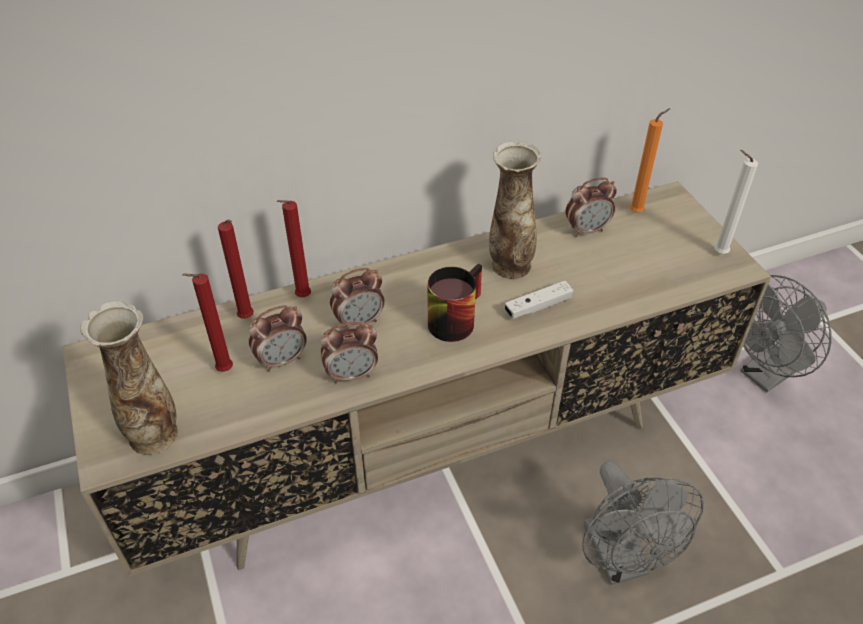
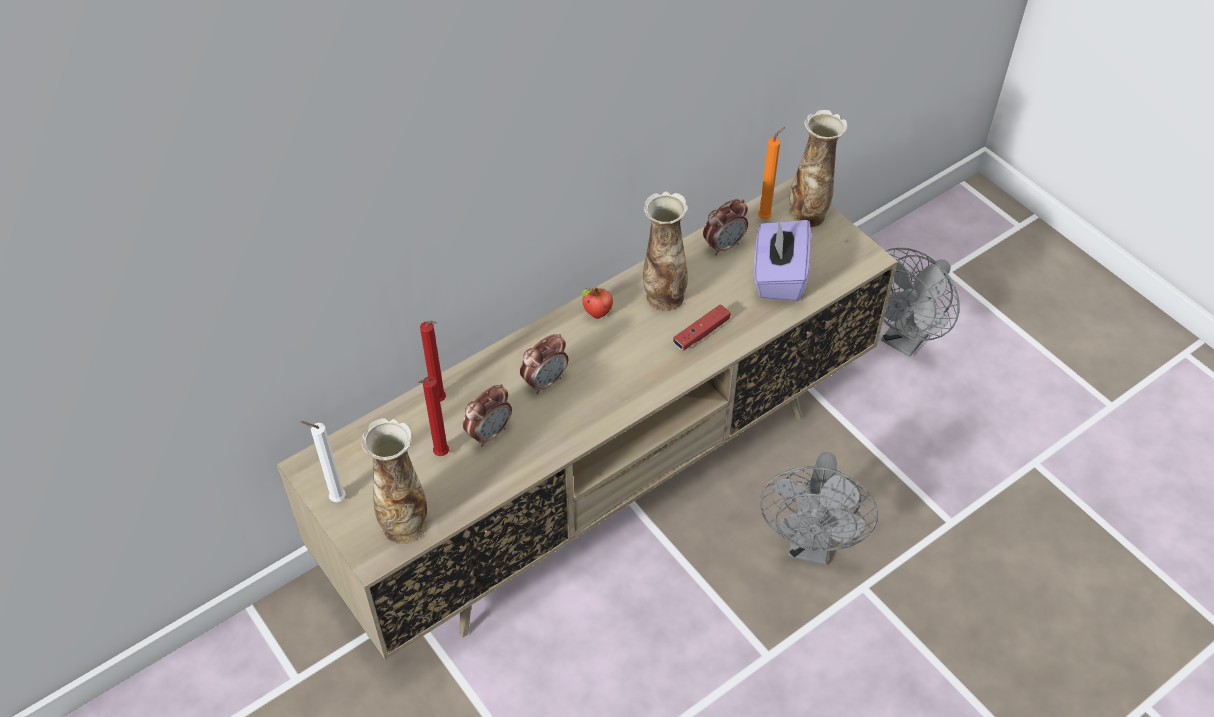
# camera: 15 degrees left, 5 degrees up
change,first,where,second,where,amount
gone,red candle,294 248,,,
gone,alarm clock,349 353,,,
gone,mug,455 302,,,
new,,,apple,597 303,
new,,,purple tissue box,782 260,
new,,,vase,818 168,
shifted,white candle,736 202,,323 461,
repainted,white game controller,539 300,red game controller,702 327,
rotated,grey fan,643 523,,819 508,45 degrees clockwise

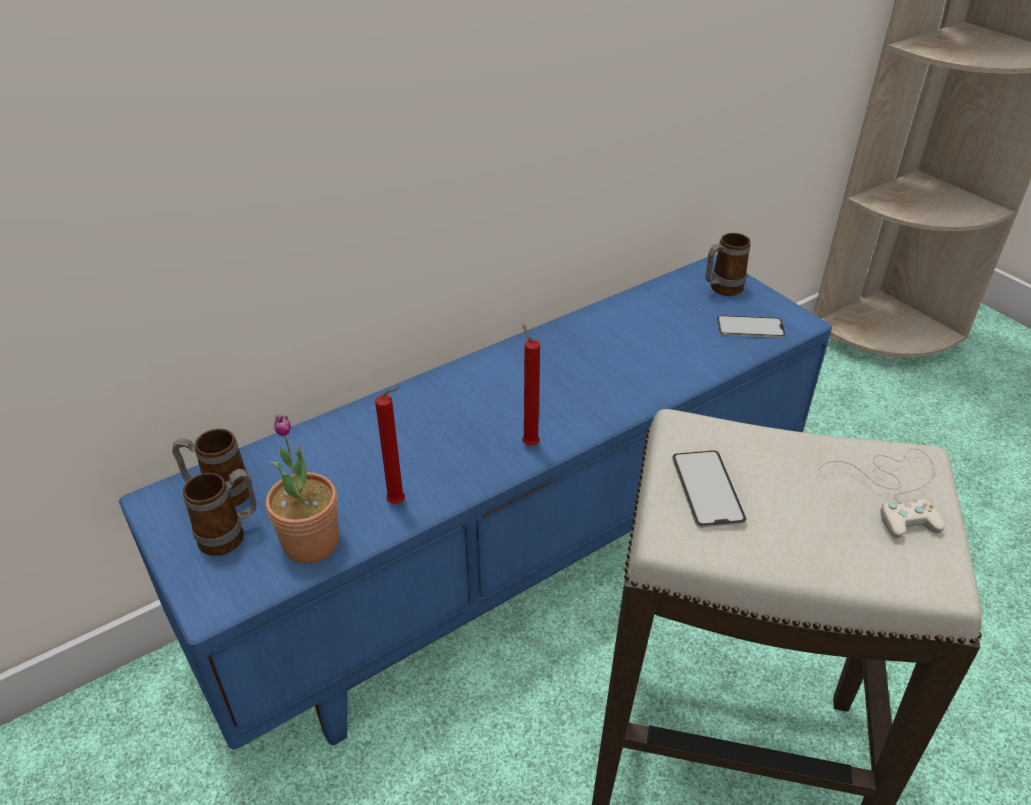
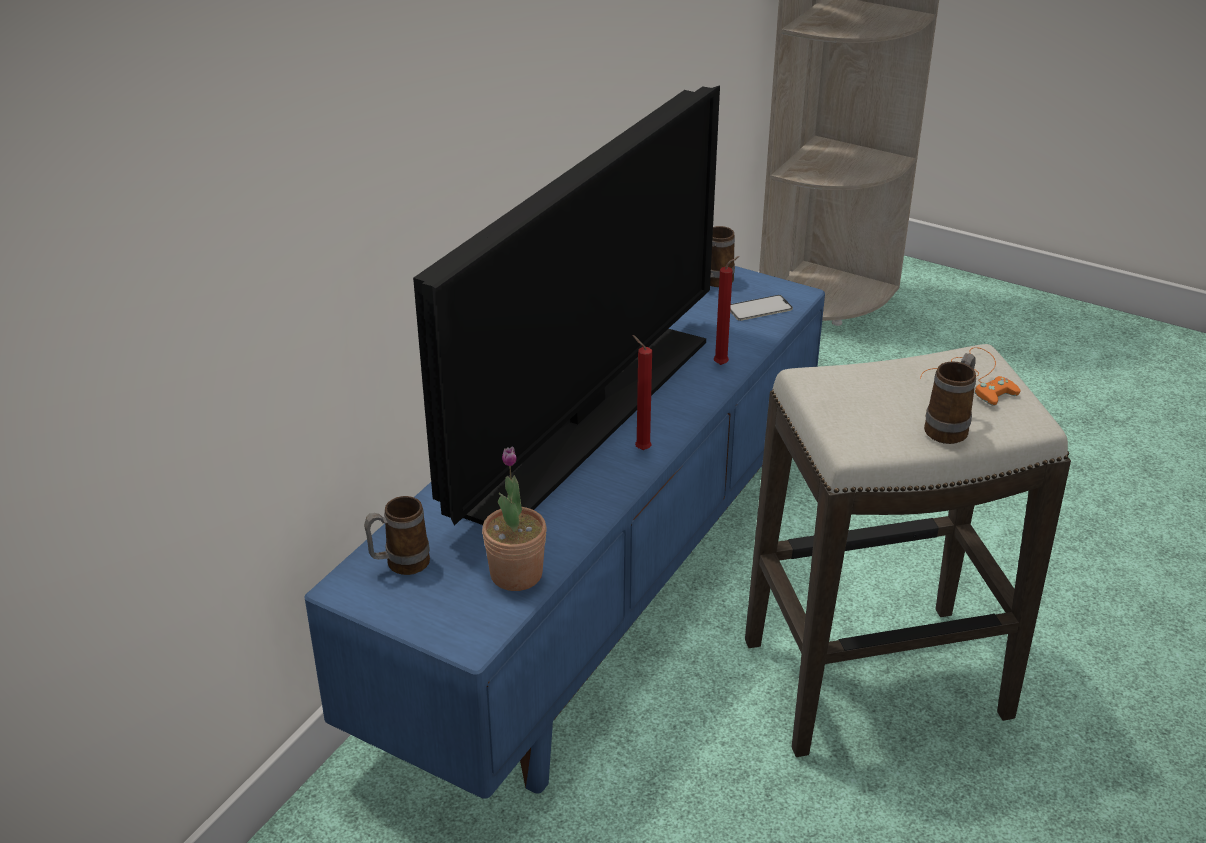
# camera: 25 degrees left, 5 degrees down
change,first,where,second,where,amount
gone,phone,709 489,,,
new,,,television,566 306,
shifted,mug,220 512,,950 398,
shifted,red candle,390 445,,726 310,
repainted,white game controller,881 493,orange game controller,970 376,

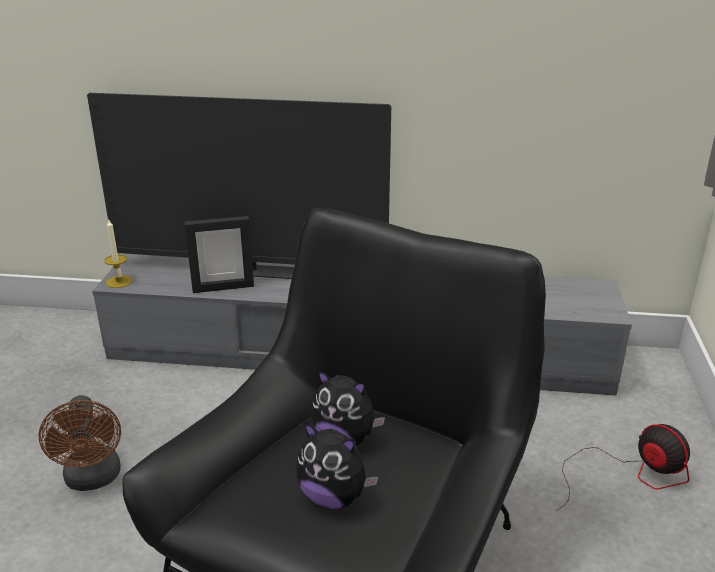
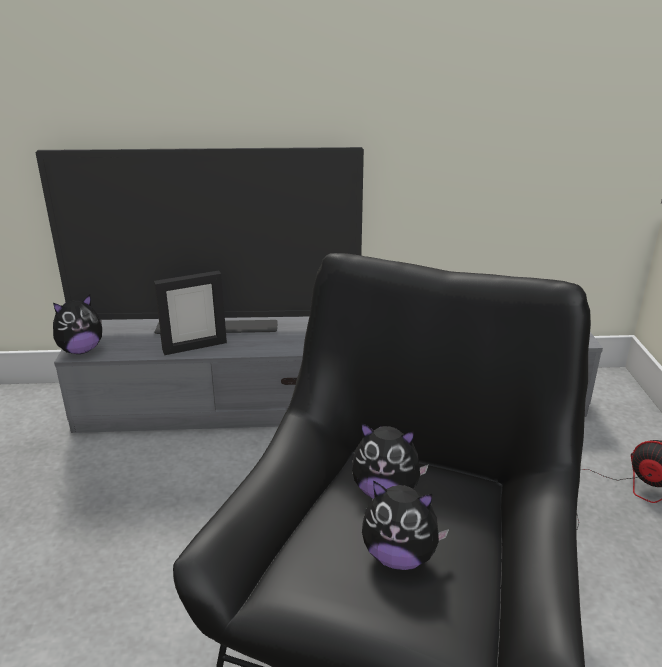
# camera: 10 degrees left, 0 degrees up
change,first,where,second,where,amount
gone,brown fan,79 443,,,
swapped,candle,118 254,plush toy,77 324,

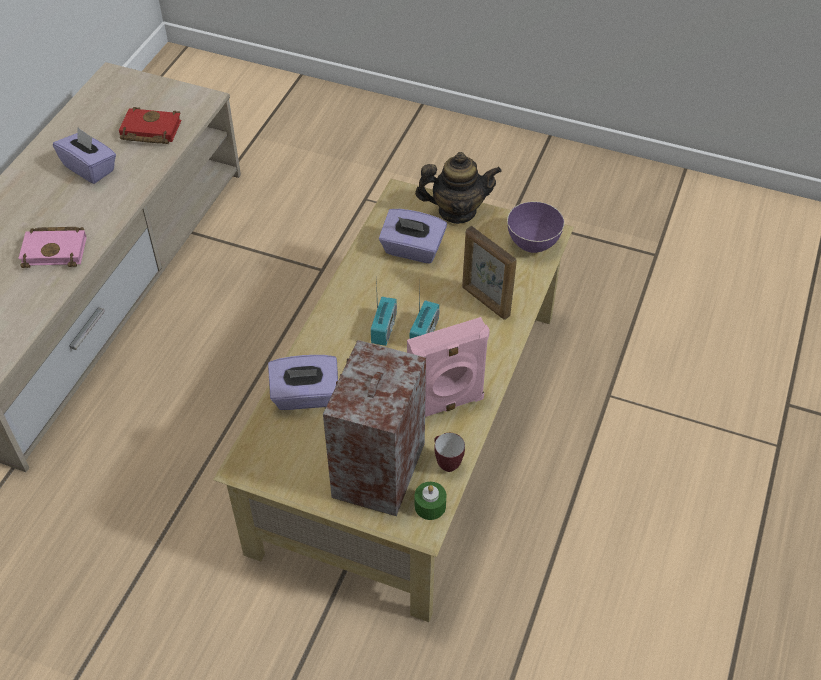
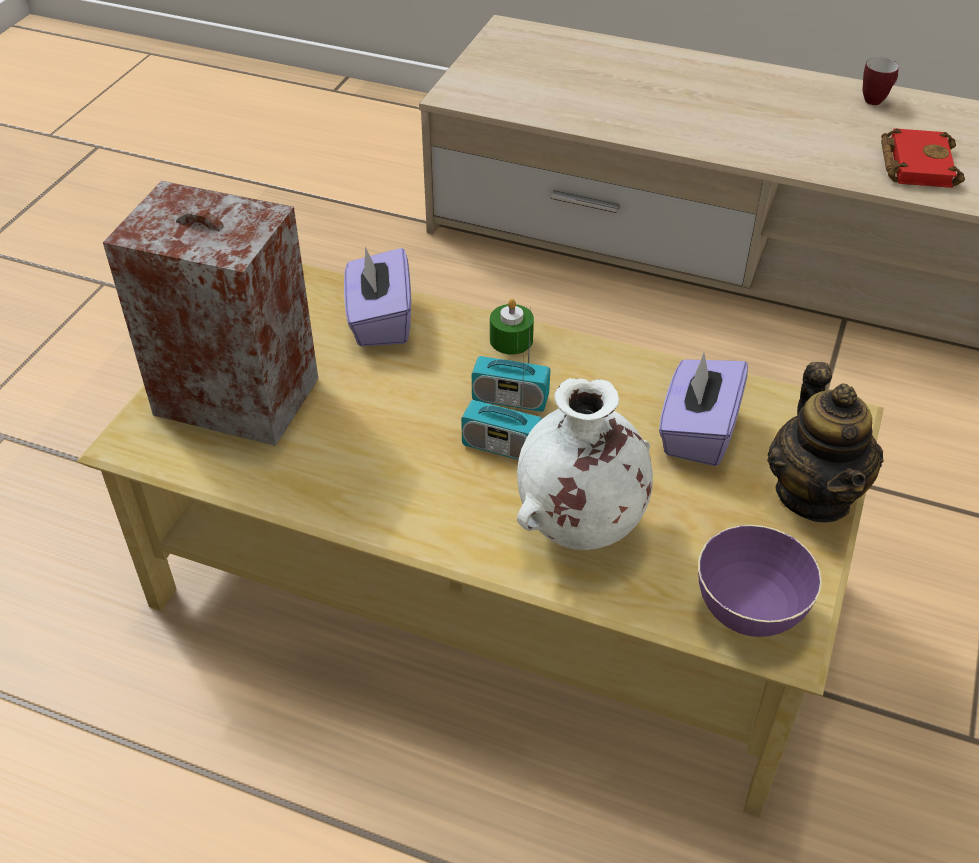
# camera: 90 degrees right, 5 degrees down
change,first,where,second,where,amount
gone,pink book,52 247,,,
gone,purple tissue box,84 156,,,
gone,pink speaker,448 367,,,
shifted,green candle,430 501,,512 326,
shifted,mug,449 452,,881 81,
swapped,picture frame,489 273,white vase,585 464,

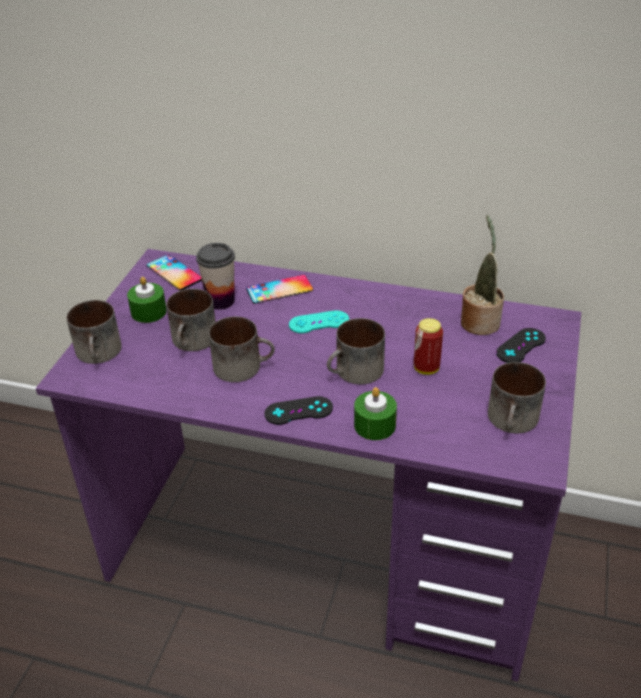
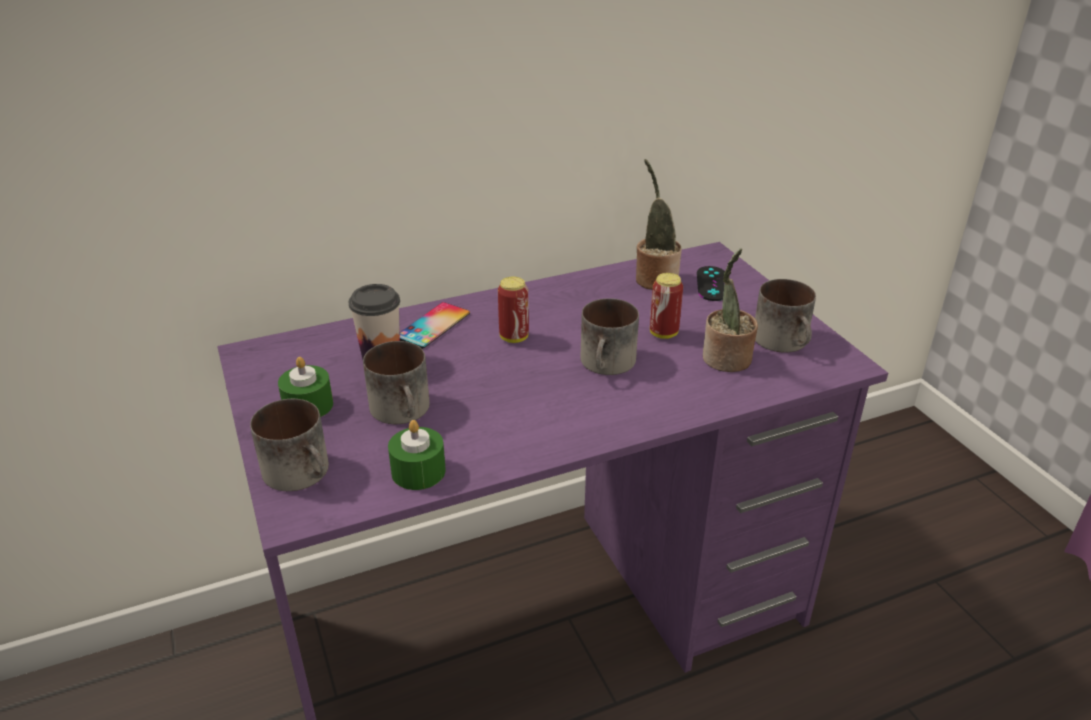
# camera: 40 degrees left, 5 degrees down
change,first,where,second,where,amount
gone,phone,174 272,,,
gone,mug,242 349,,,
gone,black game controller,298 410,,,
new,,,potted plant,730 310,
shifted,green candle,375 413,,417 455,
swapped,turquoise game controller,319 321,can,513 310,

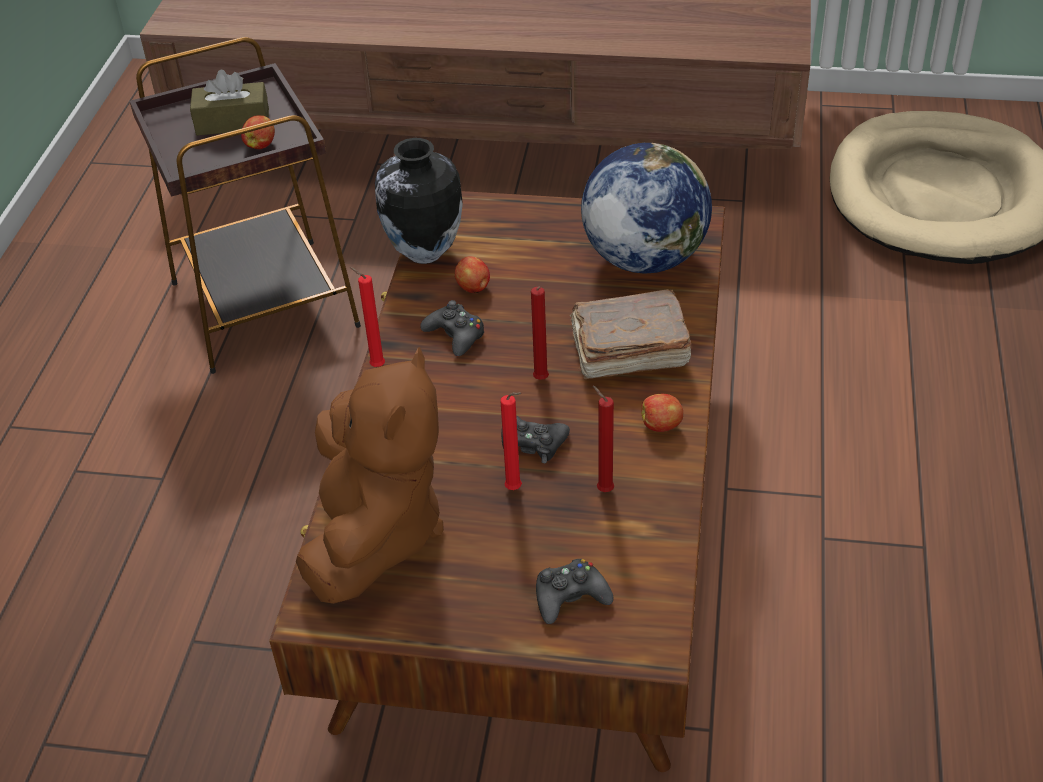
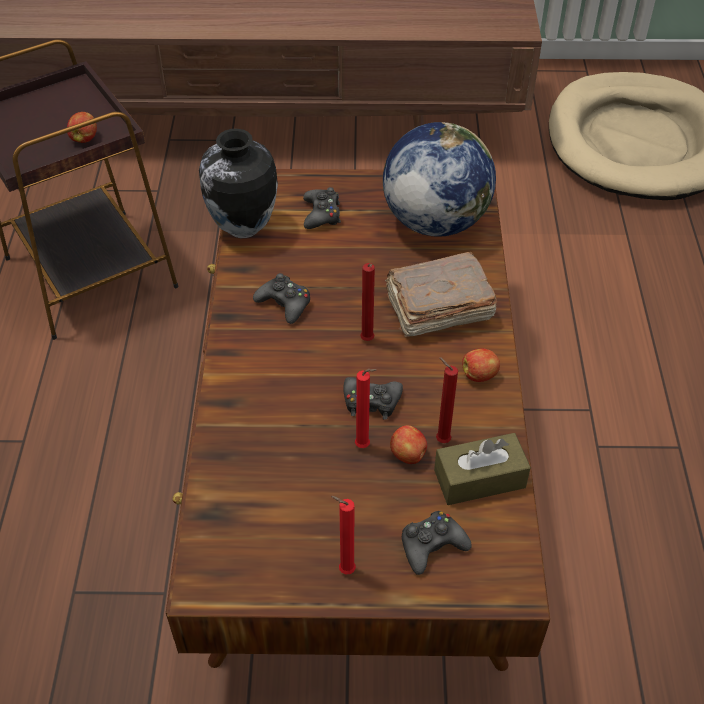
# camera: 10 degrees left, 5 degrees up
change,first,where,second,where,amount
gone,brown plush toy,370 475,,,
new,,,black game controller,322 208,
shifted,brown tissue box,229 102,,482 469,
shifted,red candle,367 317,,343 535,
shifted,apple,472 274,,408 444,

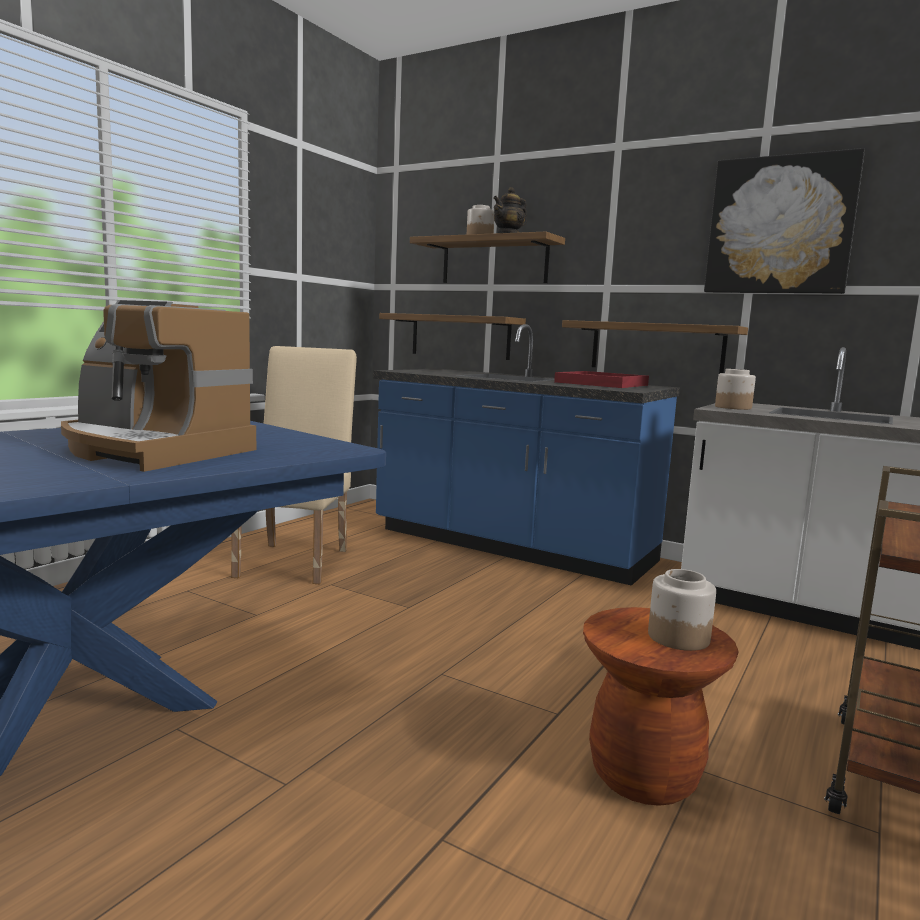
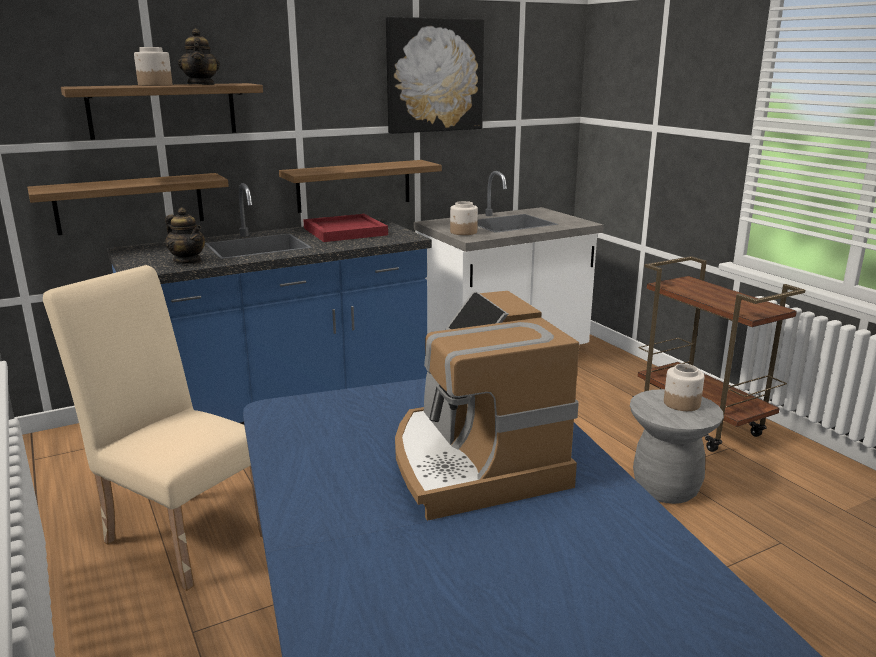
# camera: 60 degrees left, 10 degrees up
change,first,where,second,where,amount
new,,,teapot,185 236,
repainted,brown stool,661 706,grey stool,677 446,
rotated,coffee machine,158 386,,487 406,105 degrees clockwise

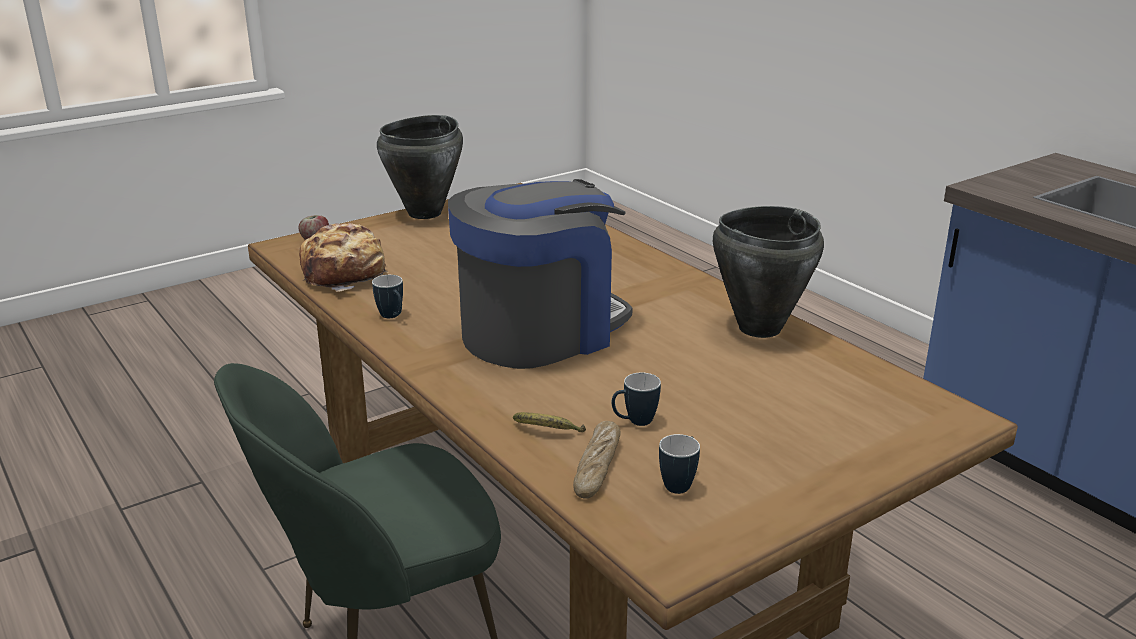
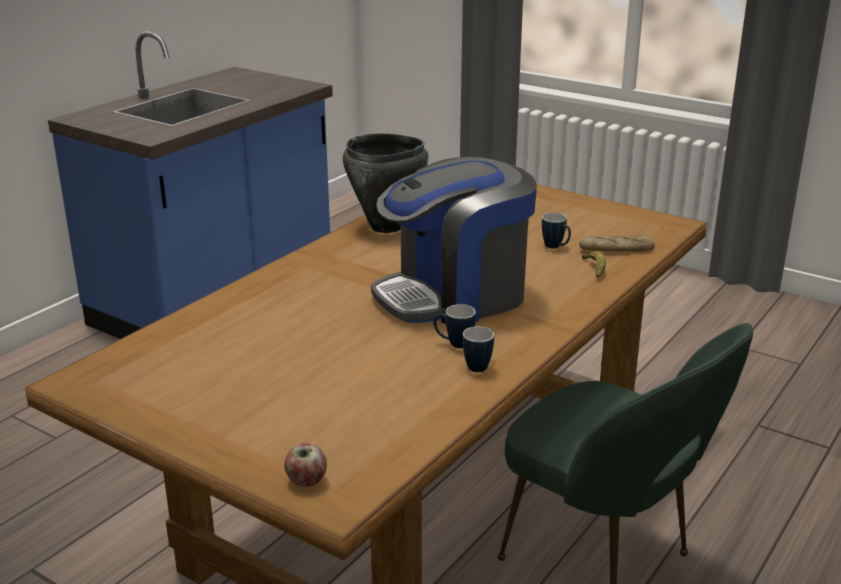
# camera: 110 degrees left, 0 degrees up
change,first,where,second,where,amount
gone,bread,343 257,,,
gone,black cooking pot,420 167,,,
shifted,mug,679 464,,455 326,
rotated,coffee machine,540 274,,454 240,60 degrees counterclockwise

